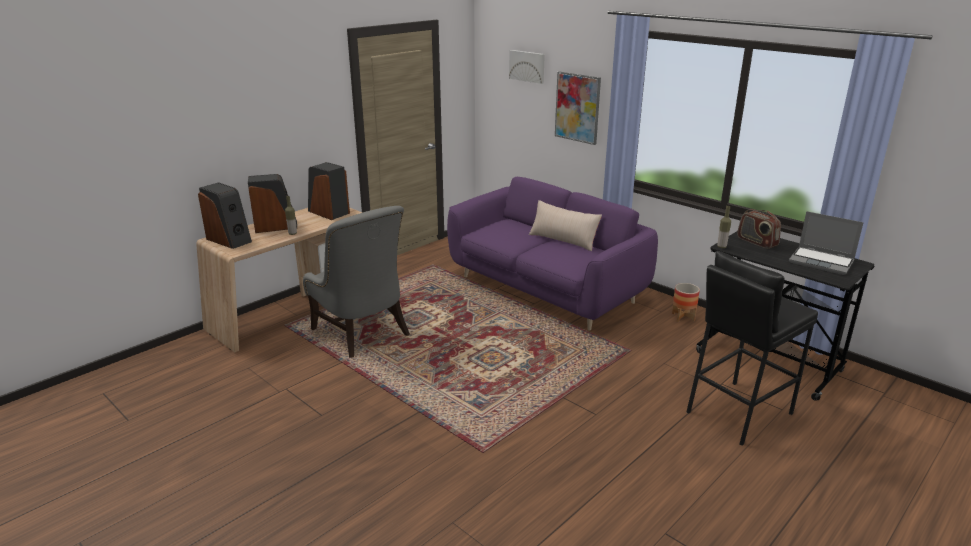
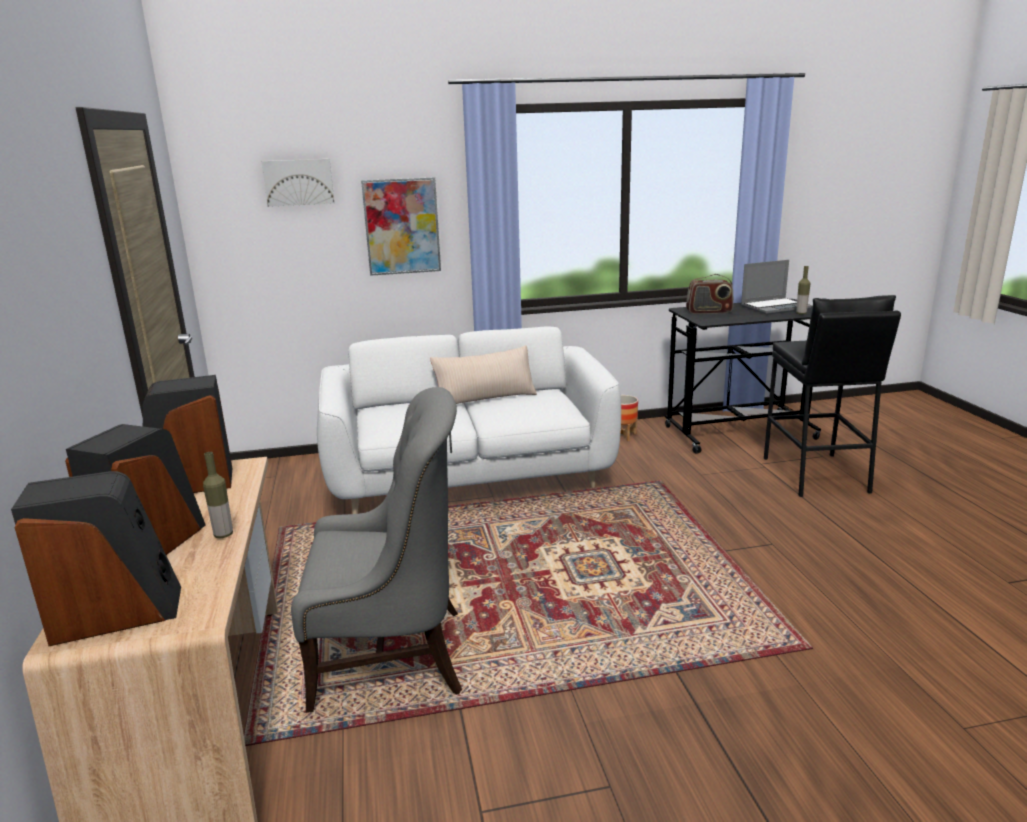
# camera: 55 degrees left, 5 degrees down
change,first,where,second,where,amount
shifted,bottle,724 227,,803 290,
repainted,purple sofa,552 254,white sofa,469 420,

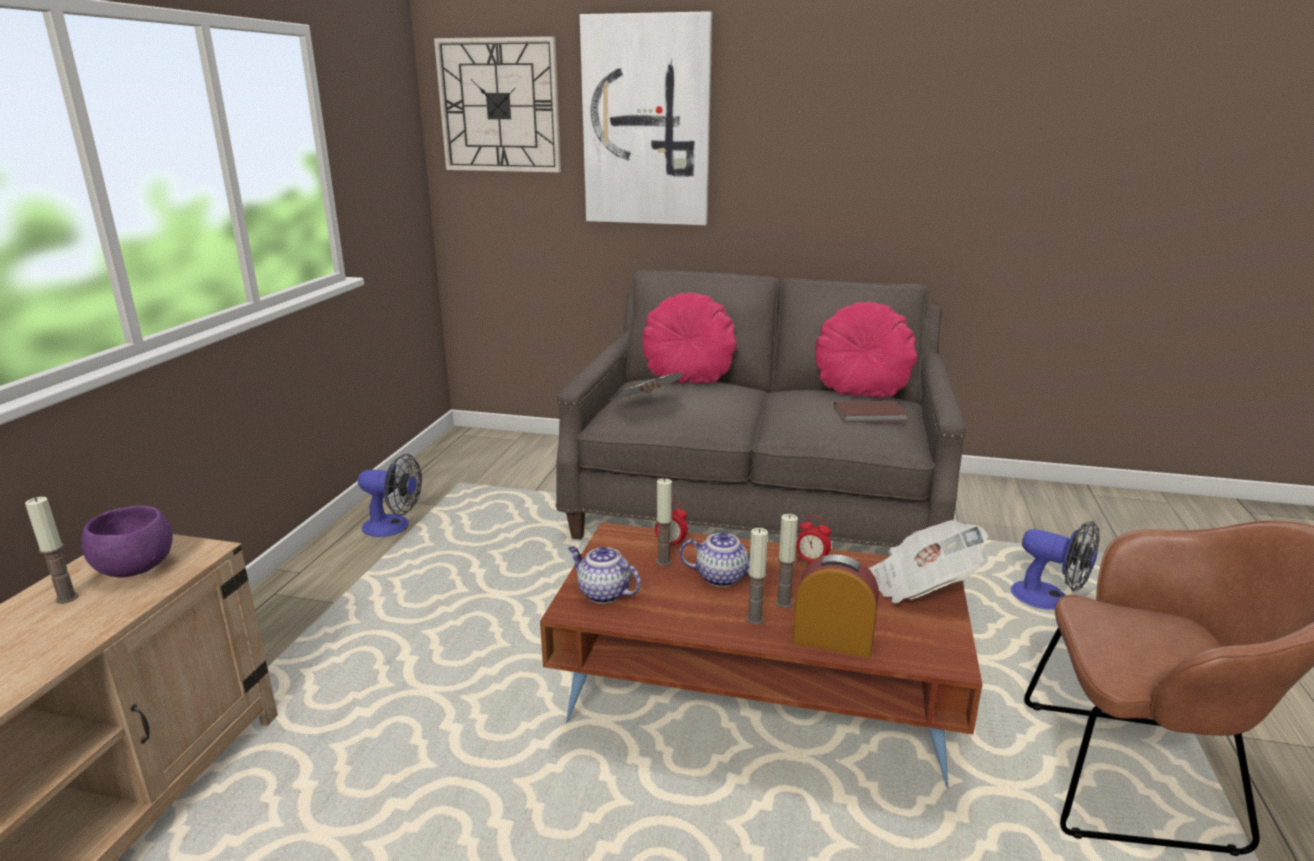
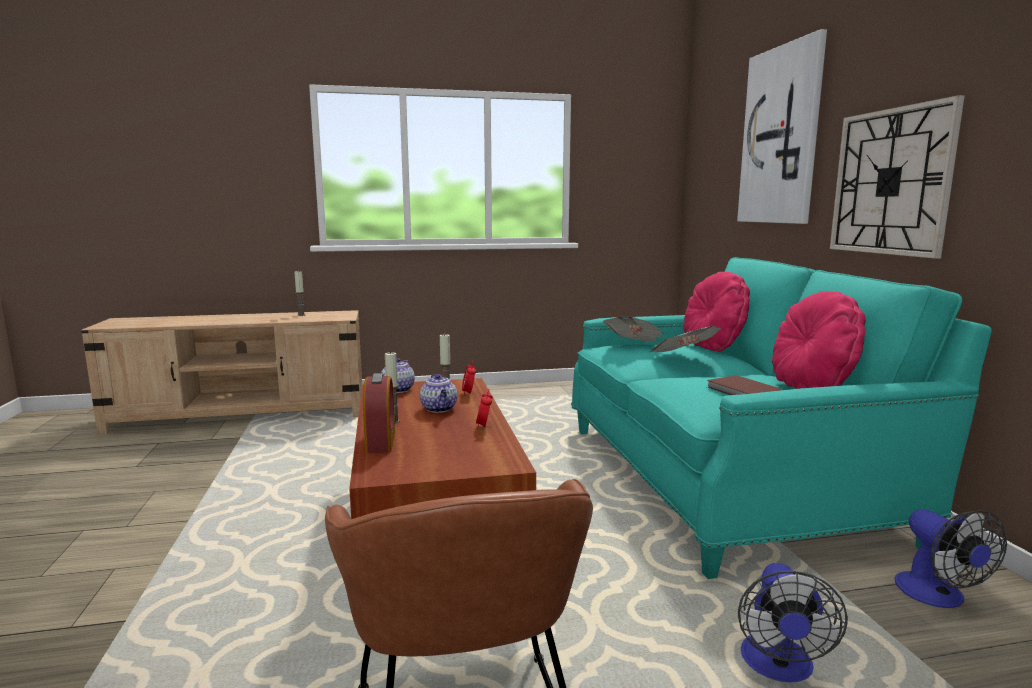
# camera: 65 degrees right, 10 degrees down
change,first,where,second,where,amount
gone,purple bowl,127 541,,,
gone,candle,786 561,,,
shifted,fan,390 495,,950 558,
shifted,wall clock,497 104,,897 177,
shifted,newspaper,929 562,,685 339,
repainted,grey sofa,761 408,turquoise sofa,781 418,

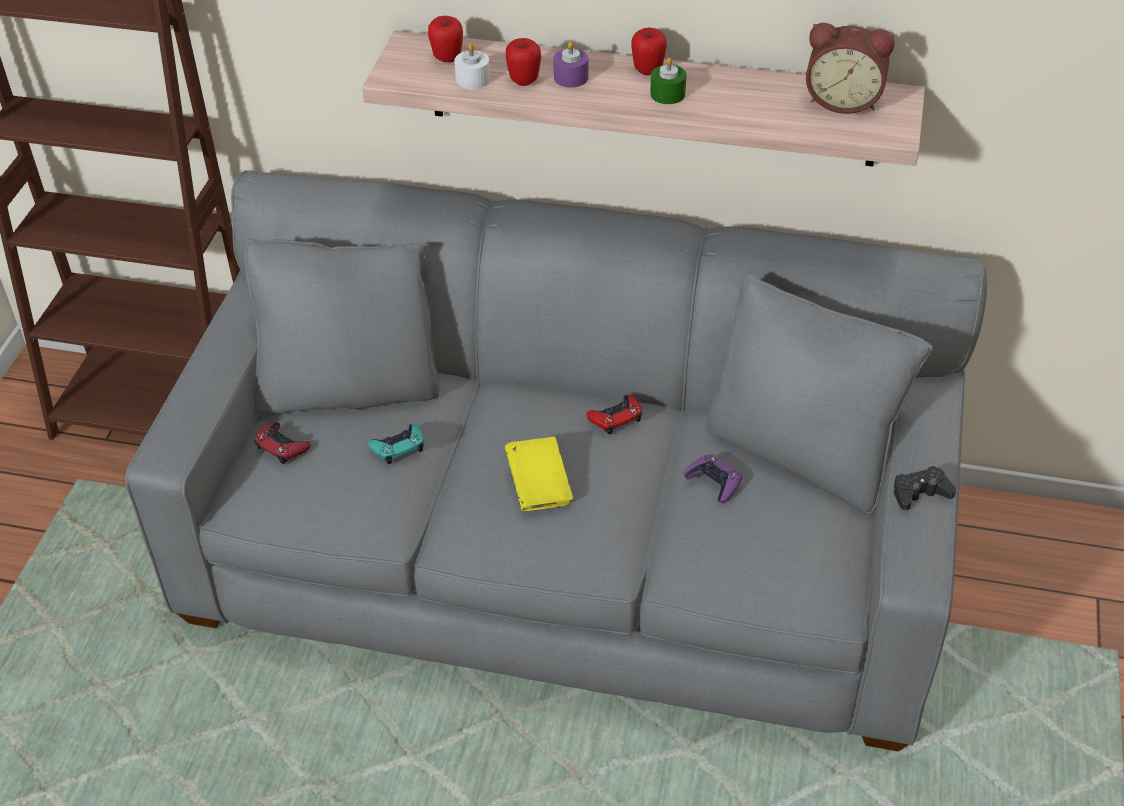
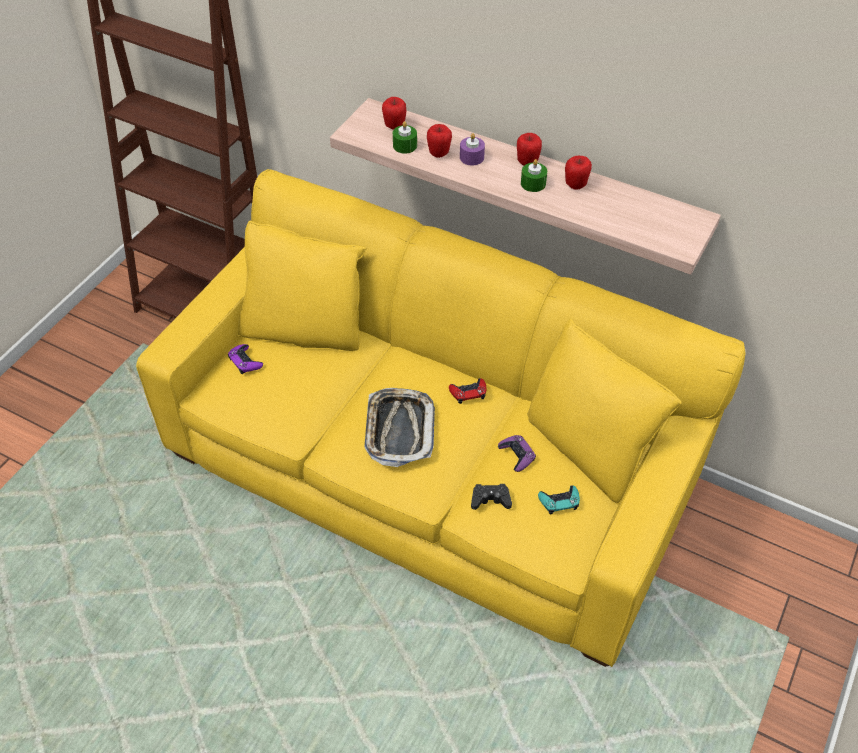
# camera: 15 degrees right, 5 degrees up
change,first,where,second,where,amount
gone,alarm clock,850 68,,,
new,,,apple,578 173,
shifted,turquoise game controller,396 444,,559 499,
shifted,black game controller,925 488,,491 497,
swapped,yellow book,539 474,tray,399 427,
repainted,grey sofa,556 461,yellow sofa,441 418,
repainted,red game controller,282 443,purple game controller,245 359,
repainted,white candle,472 66,green candle,405 137,

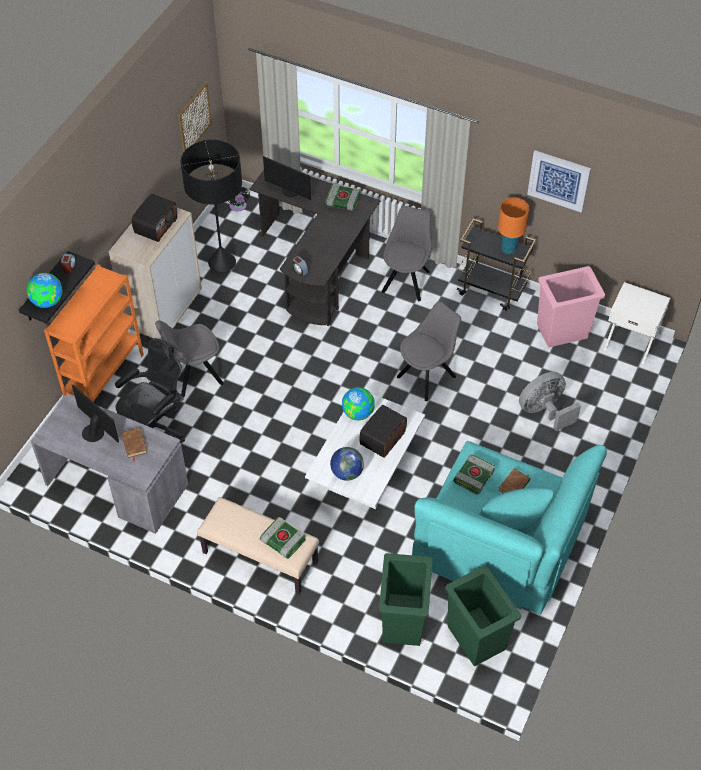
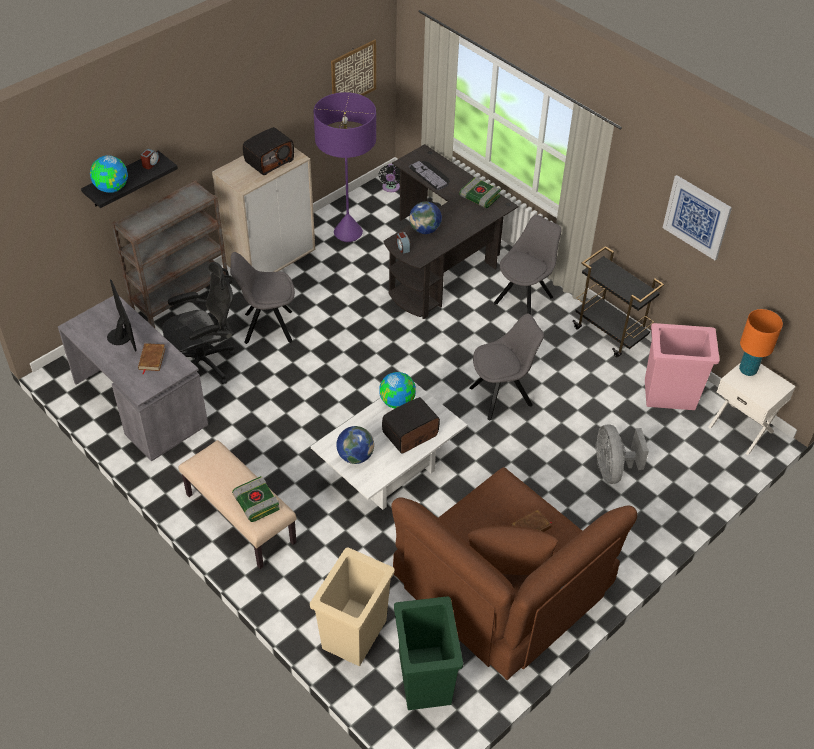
# camera: 20 degrees right, 5 degrees down
change,first,where,second,where,amount
gone,book,474 474,,,
new,,,globe,425 218,
shifted,orange table lamp,513 225,,761 342,
swapped,monitor,287 178,keyboard,429 175,
repainted,orange bookcase,94 333,grey bookcase,169 254,
repainted,black floor lamp,211 206,purple floor lamp,345 167,
repainted,green trash can,405 599,beige trash can,352 606,
repainted,turquoise sofa,509 528,brown sofa,514 573,
rotated,grey fan,550 401,,622 454,90 degrees counterclockwise

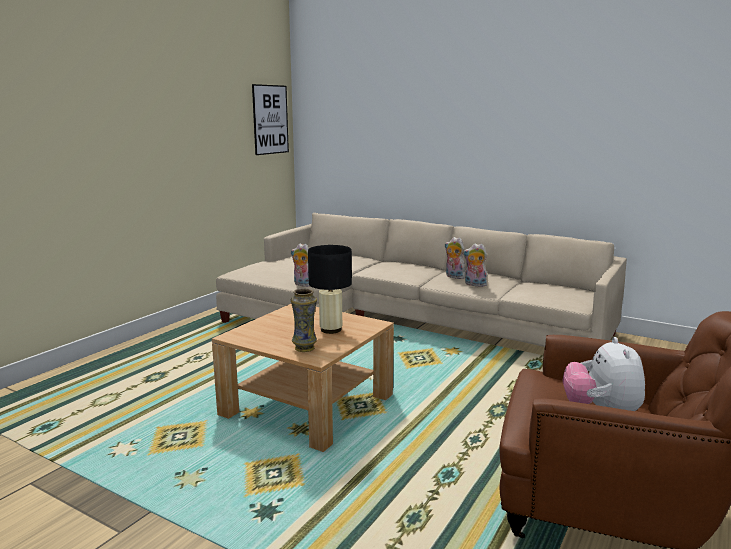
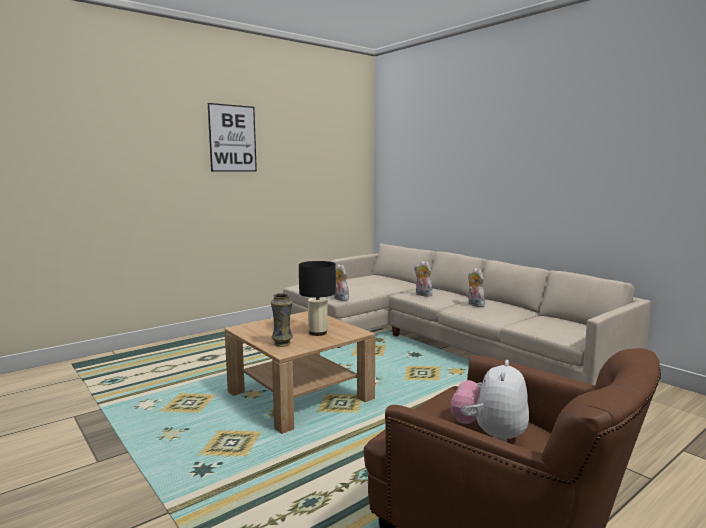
# camera: 20 degrees right, 5 degrees down
change,first,where,second,where,amount
shifted,picture,270 119,,232 137,
shifted,plush toy,475 265,,423 279,

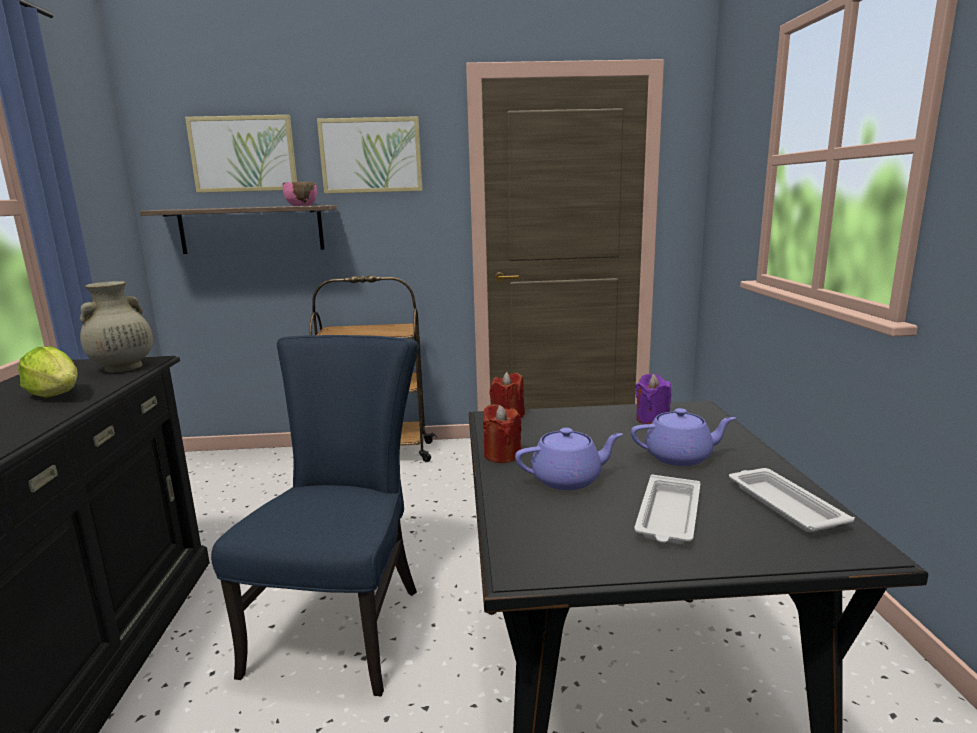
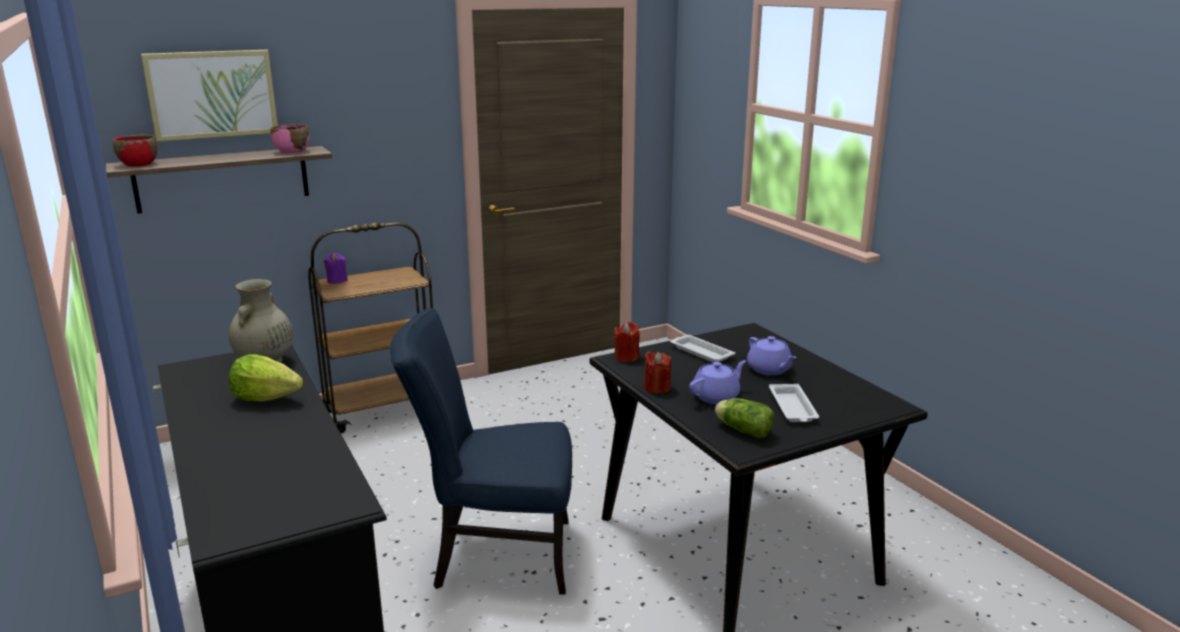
# camera: 25 degrees left, 5 degrees up
change,first,where,second,where,amount
gone,picture,369 155,,,
new,,,red bowl,135 151,
new,,,lettuce,744 418,
shifted,purple candle,653 399,,336 268,
shifted,white tray,792 500,,703 349,
rotated,blue chair,315 515,,481 451,75 degrees counterclockwise
rotated,purple teapot,683 437,,771 355,90 degrees clockwise

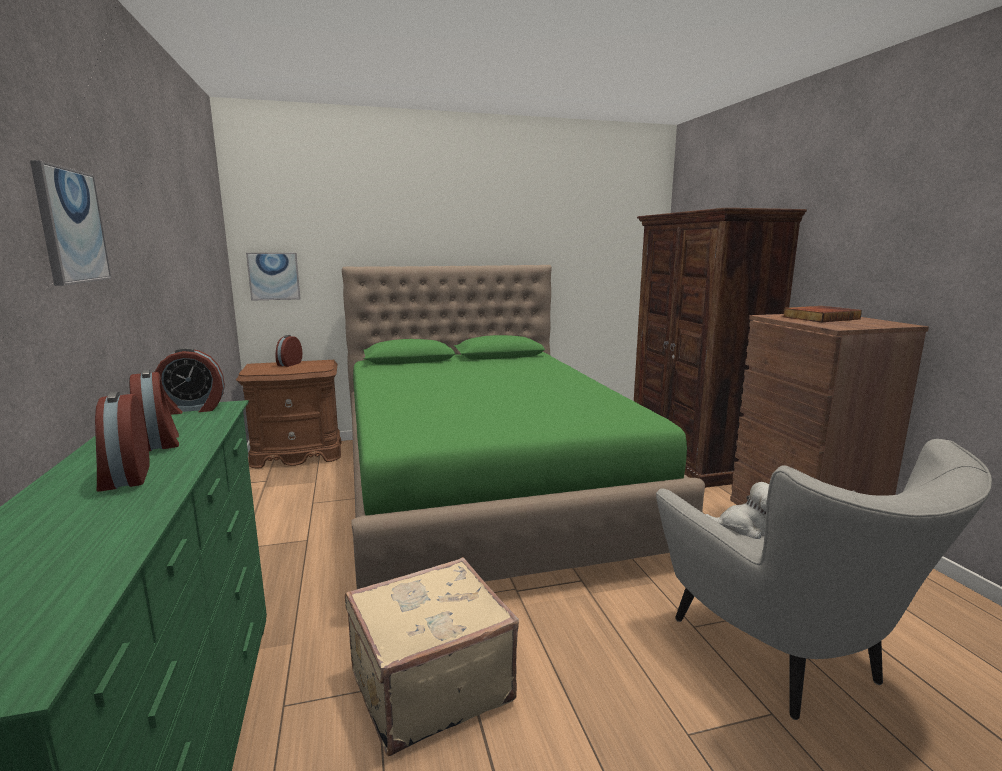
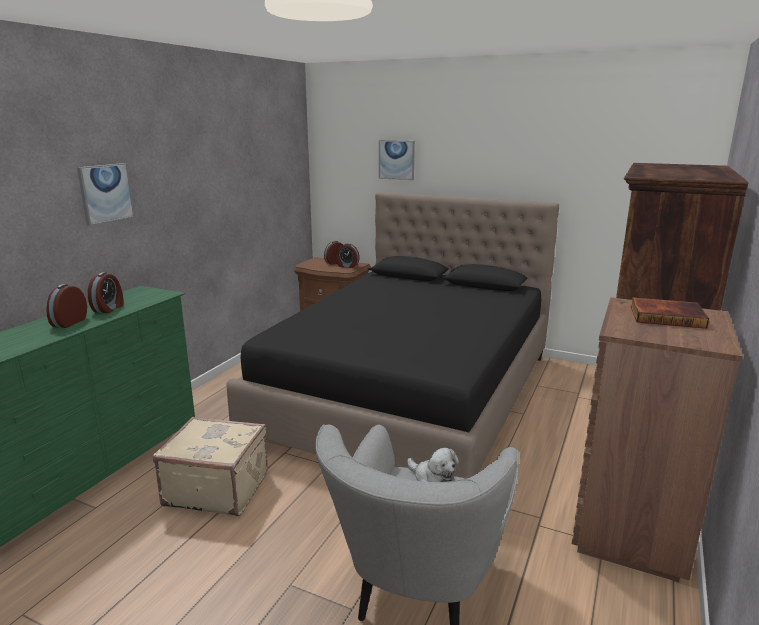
# camera: 40 degrees right, 5 degrees up
change,first,where,second,where,amount
shifted,alarm clock,190 381,,348 255,
shifted,picture,273 277,,397 160,
repainted,green bed,523 427,black bed,392 335,

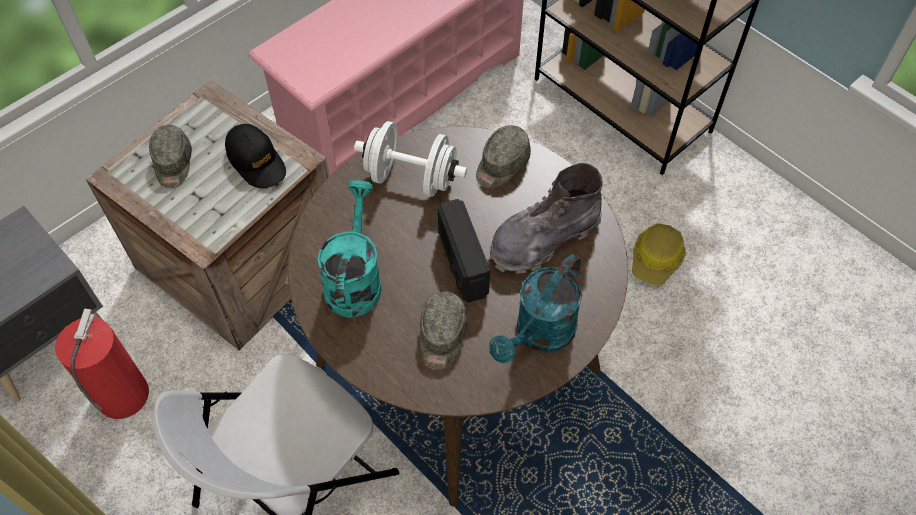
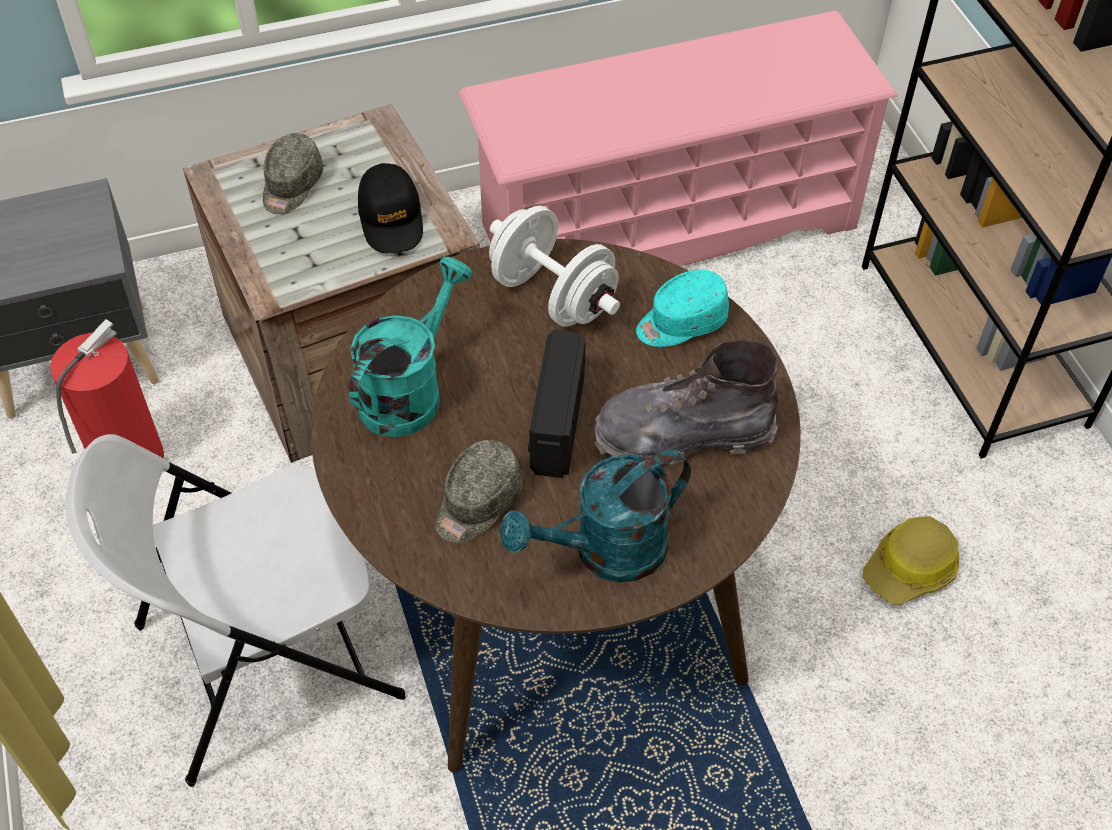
# camera: 25 degrees right, 5 degrees down
change,first,where,second,where,amount
repainted,grey cap,503 156,turquoise cap,682 308,

